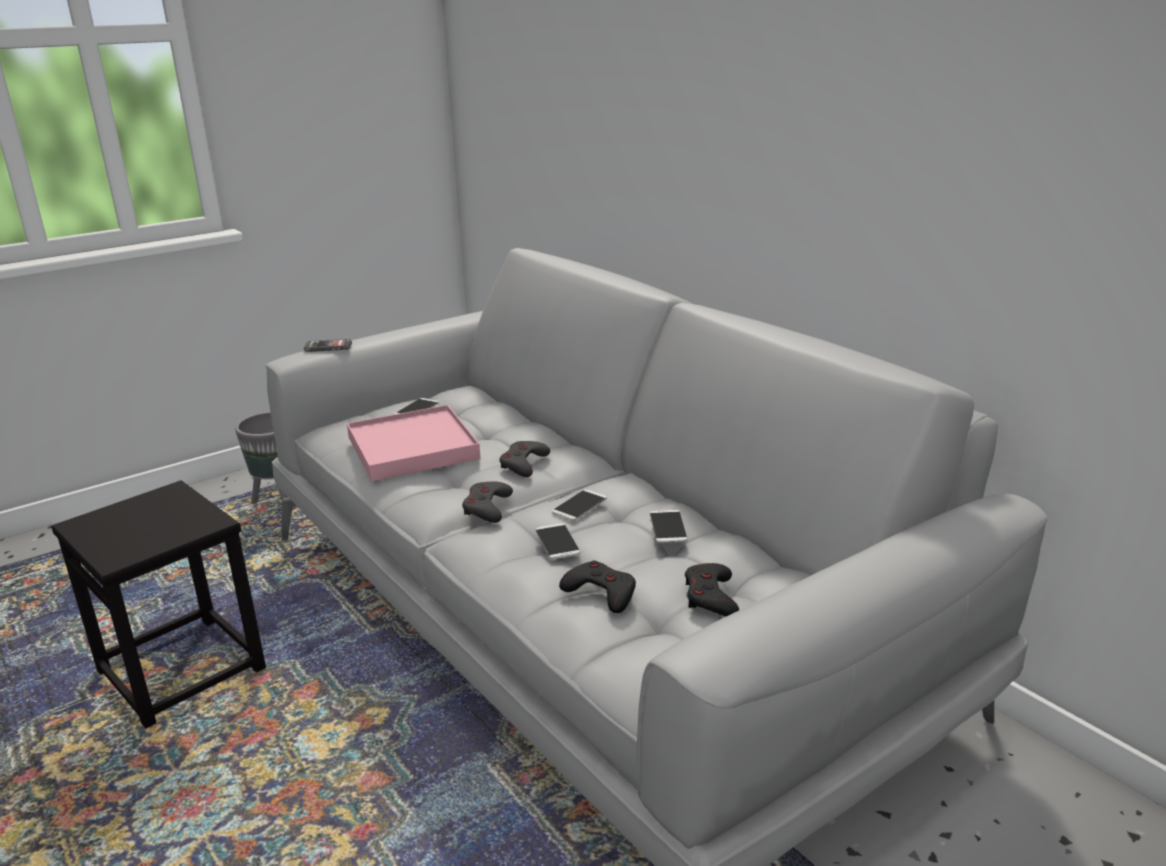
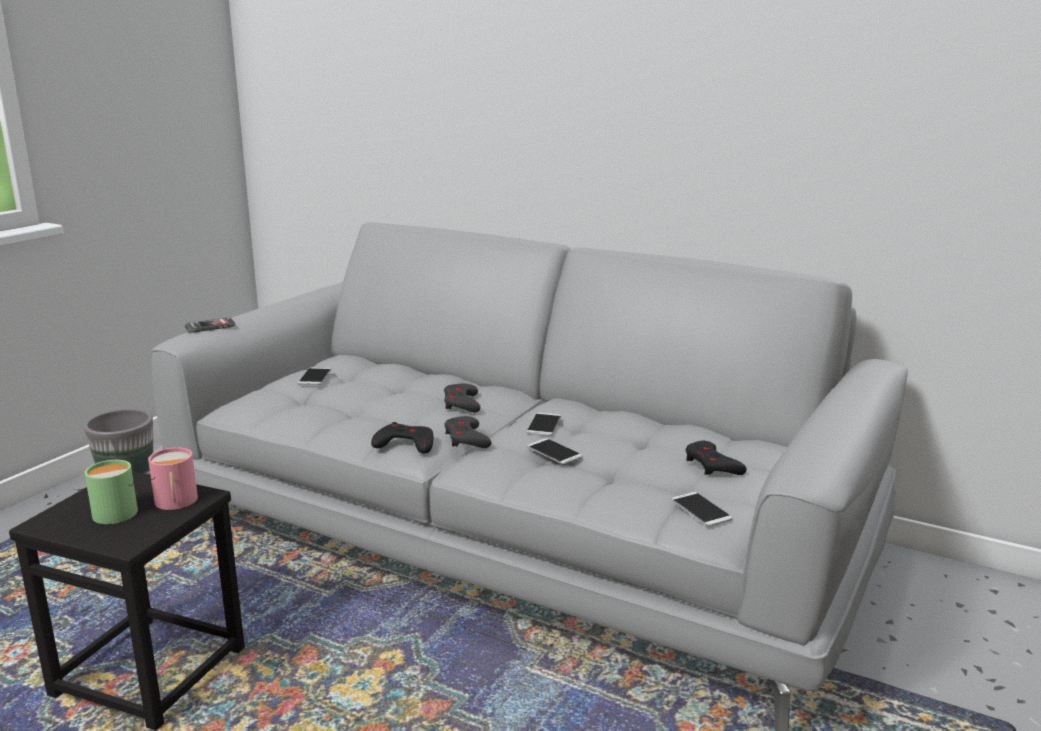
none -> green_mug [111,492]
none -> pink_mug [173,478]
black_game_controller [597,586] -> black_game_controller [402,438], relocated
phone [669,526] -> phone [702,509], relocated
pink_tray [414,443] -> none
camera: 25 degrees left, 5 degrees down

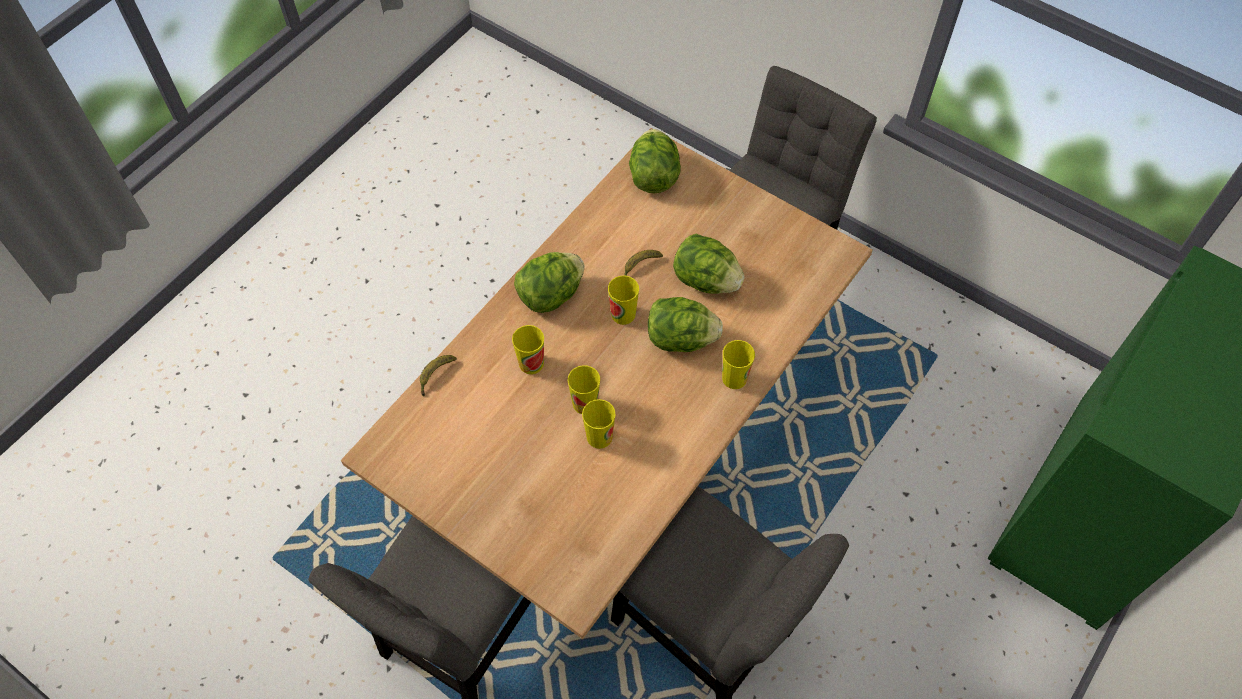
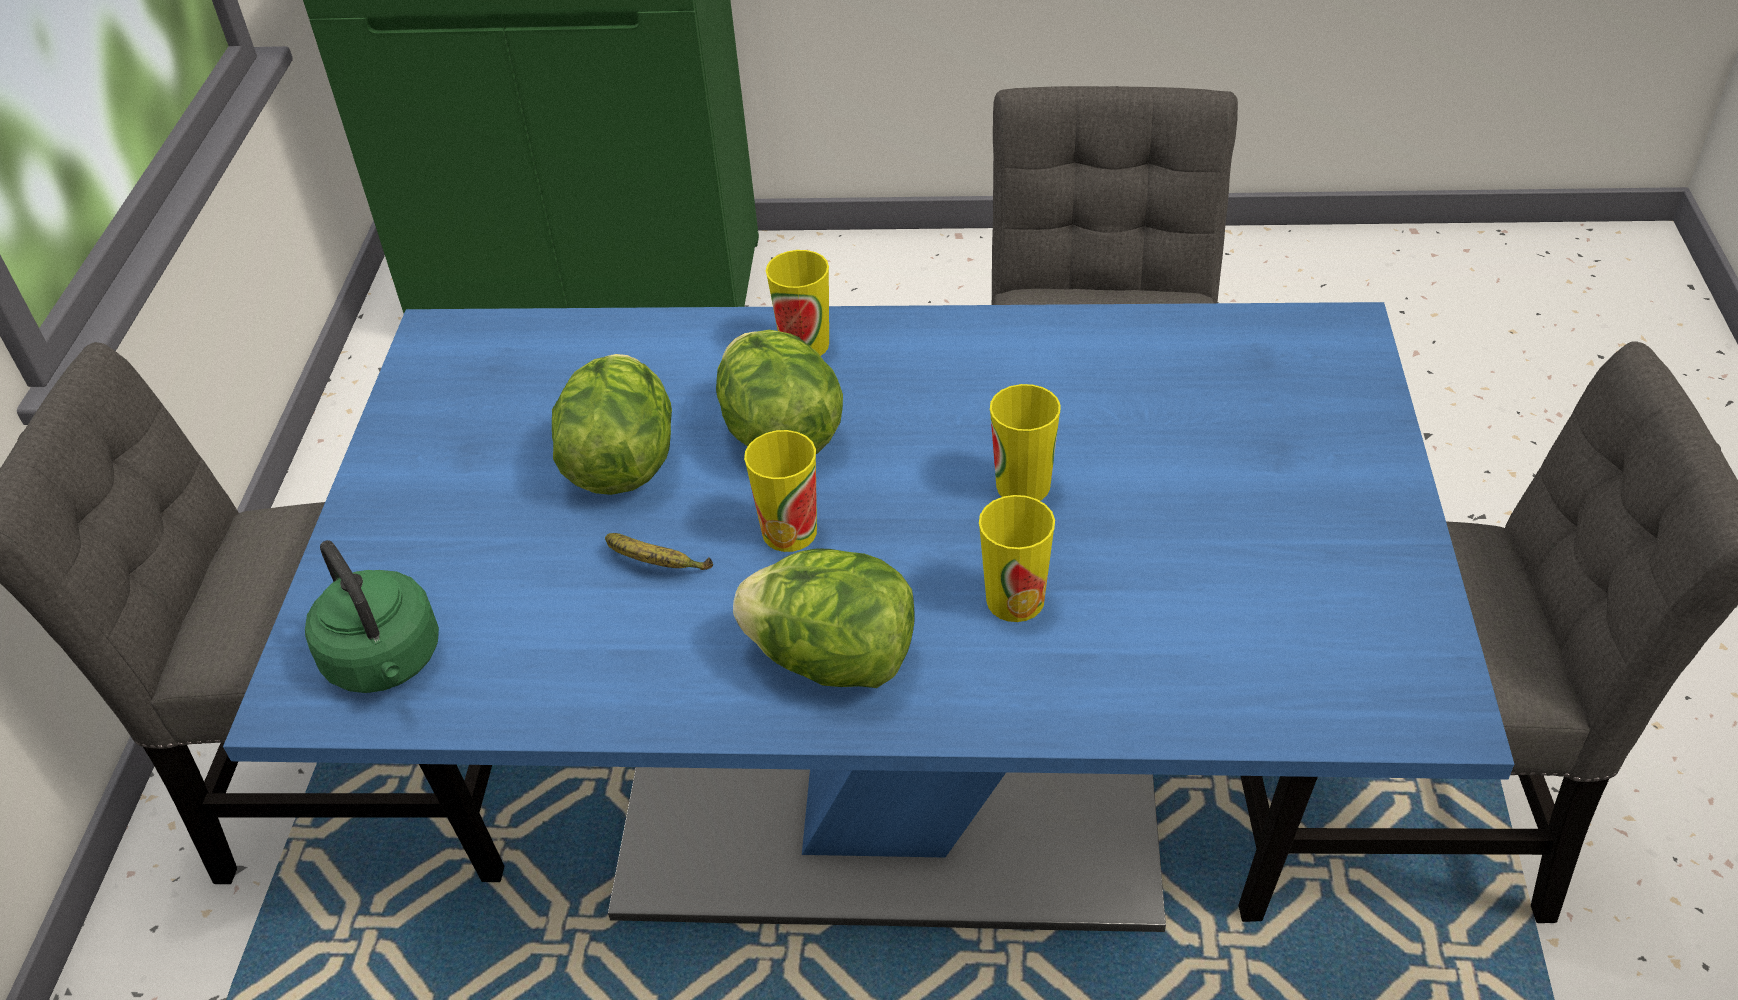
brown_dining_table [607,383] -> blue_dining_table [868,617]
lettuce [655,161] -> green_kettle [372,616]
banana [438,375] -> none
cup [599,424] -> none
camera: 120 degrees left, 15 degrees down

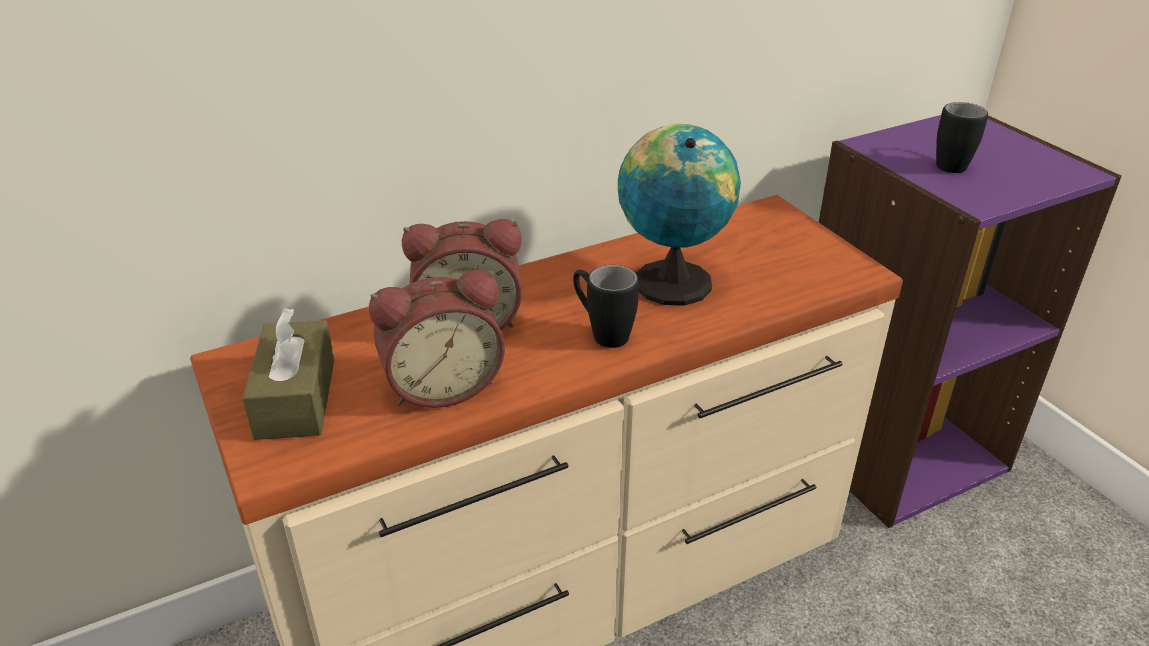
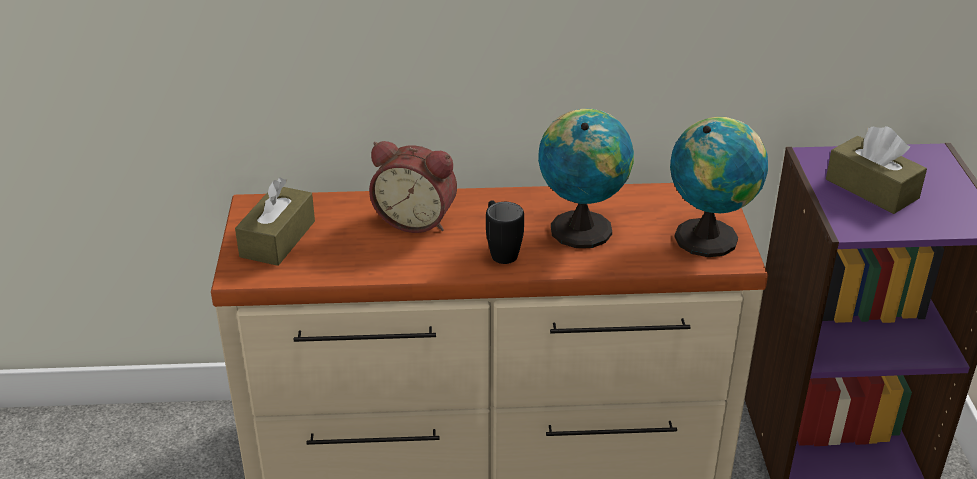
none -> globe [719,187]
black_mug [962,137] -> brown_tissue_box [876,170]
alarm_clock [437,339] -> none
camera: 25 degrees right, 0 degrees up

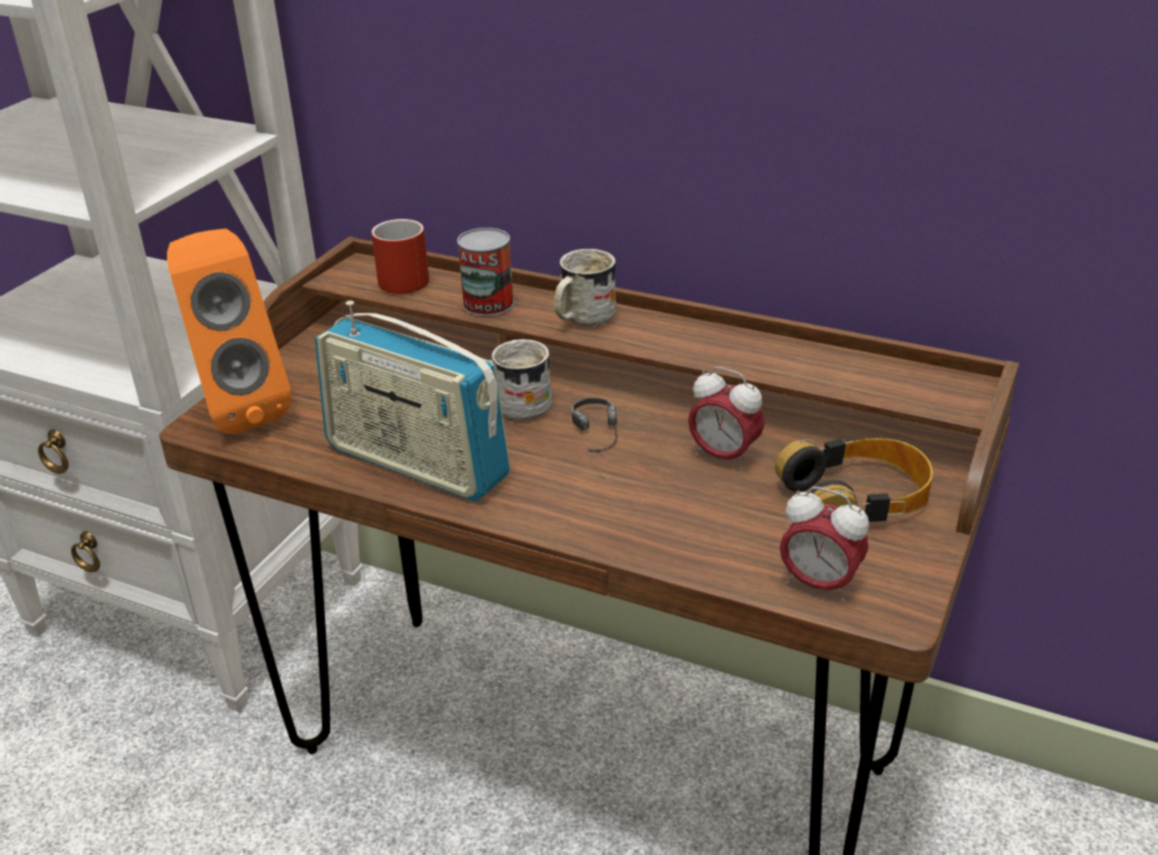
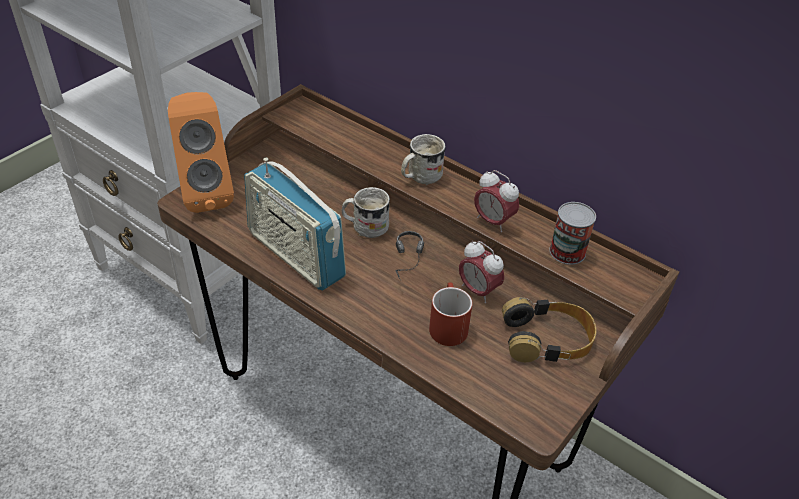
red_mug [400,256] -> red_mug [451,314], relocated
alarm_clock [824,544] -> alarm_clock [496,201], relocated
can [485,272] -> can [572,233], relocated
camera: 10 degrees right, 10 degrees up

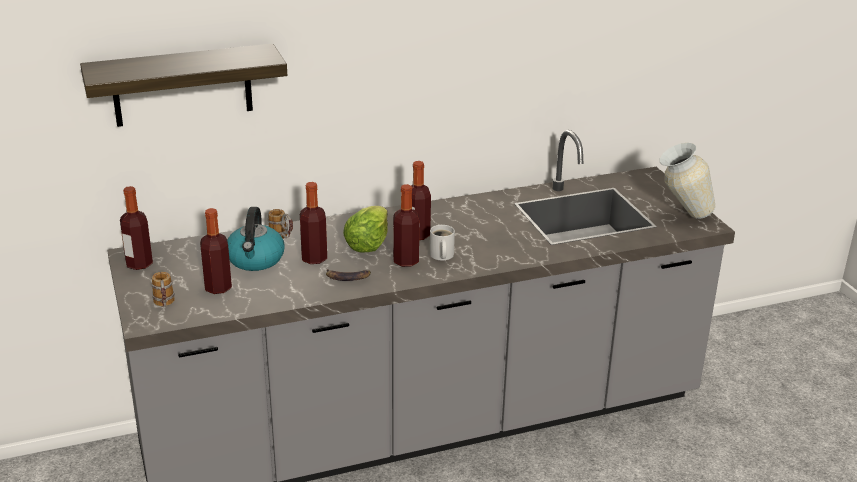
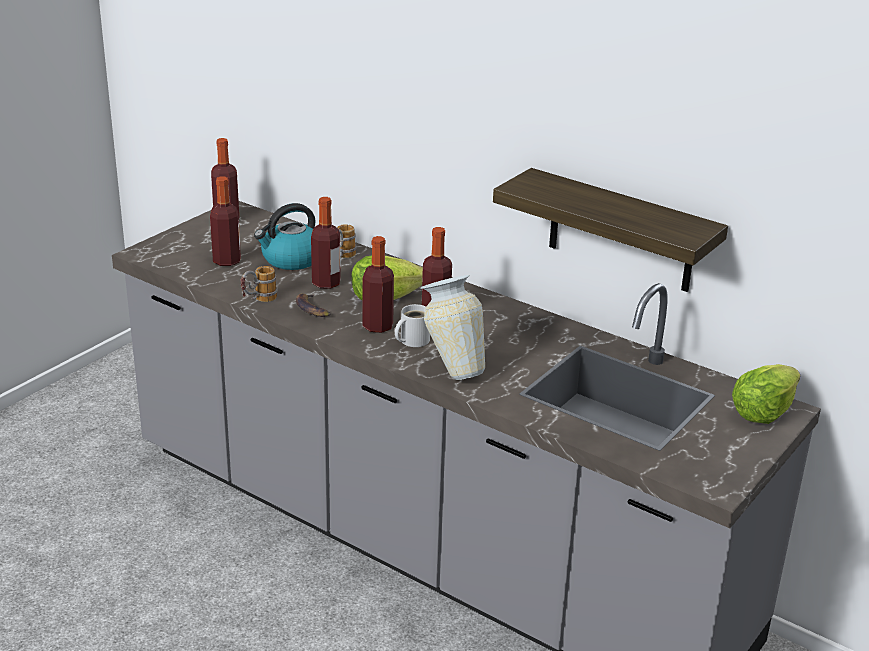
mug [163,289] -> mug [258,284], relocated
vase [687,181] -> vase [452,327], relocated
shelf [183,85] -> shelf [610,230], relocated
none -> lettuce [766,394]
camera: 55 degrees right, 0 degrees up

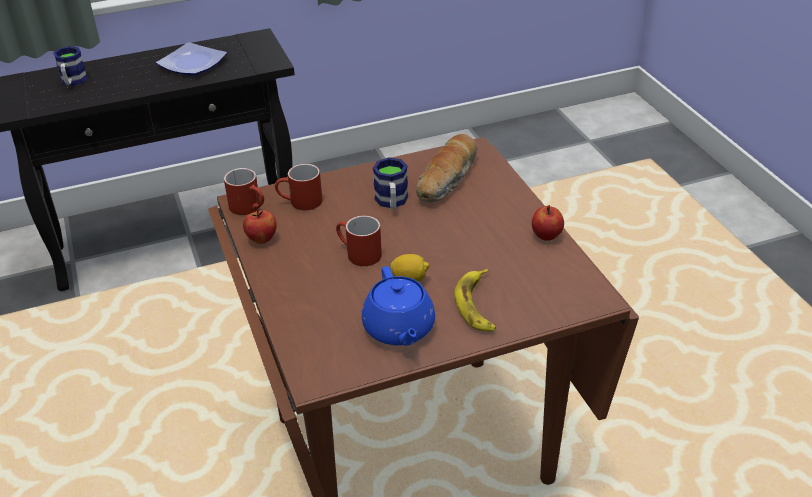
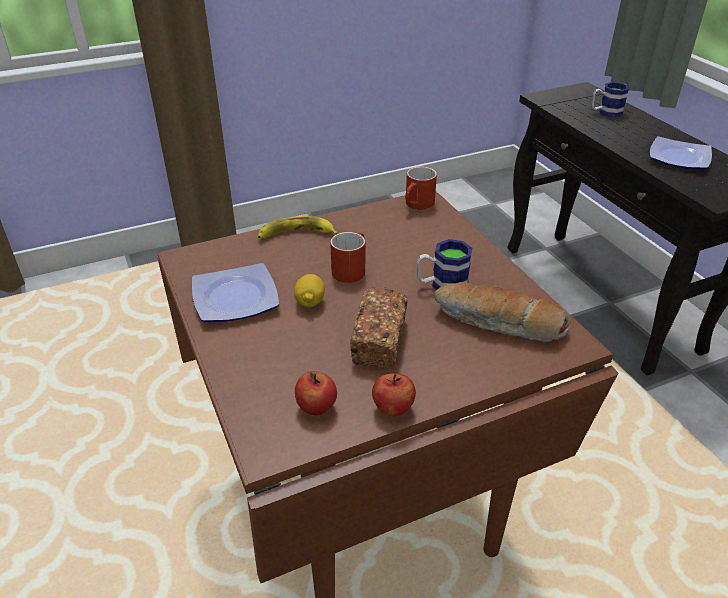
blue_teapot [398,306] -> plate [235,292]
banana [475,300] -> banana [298,227], relocated
apple [260,226] -> apple [316,393], relocated
none -> bread [379,328]
red_mug [299,187] -> none
camera: 85 degrees right, 0 degrees up

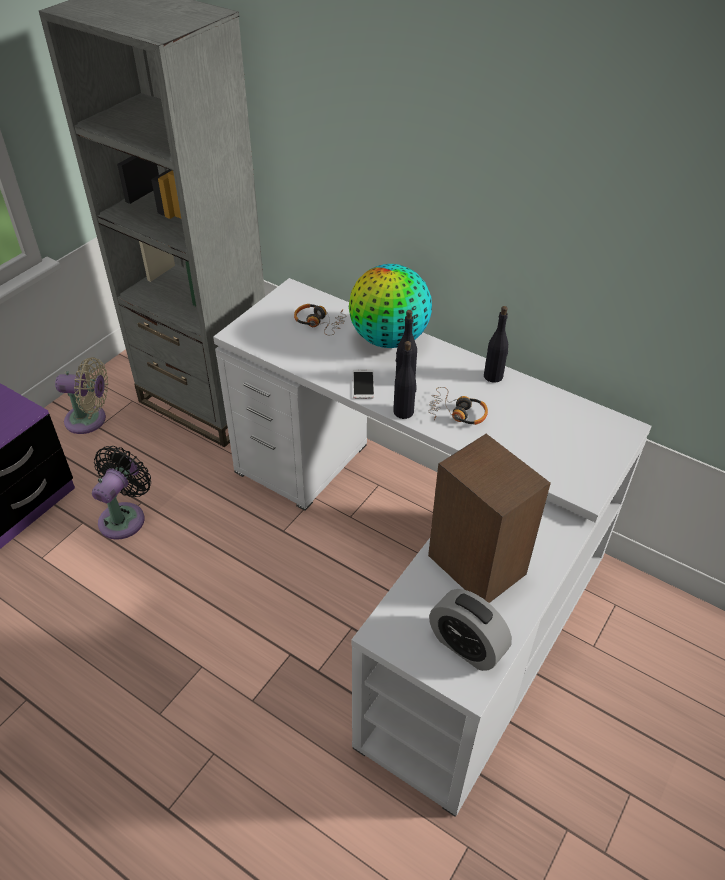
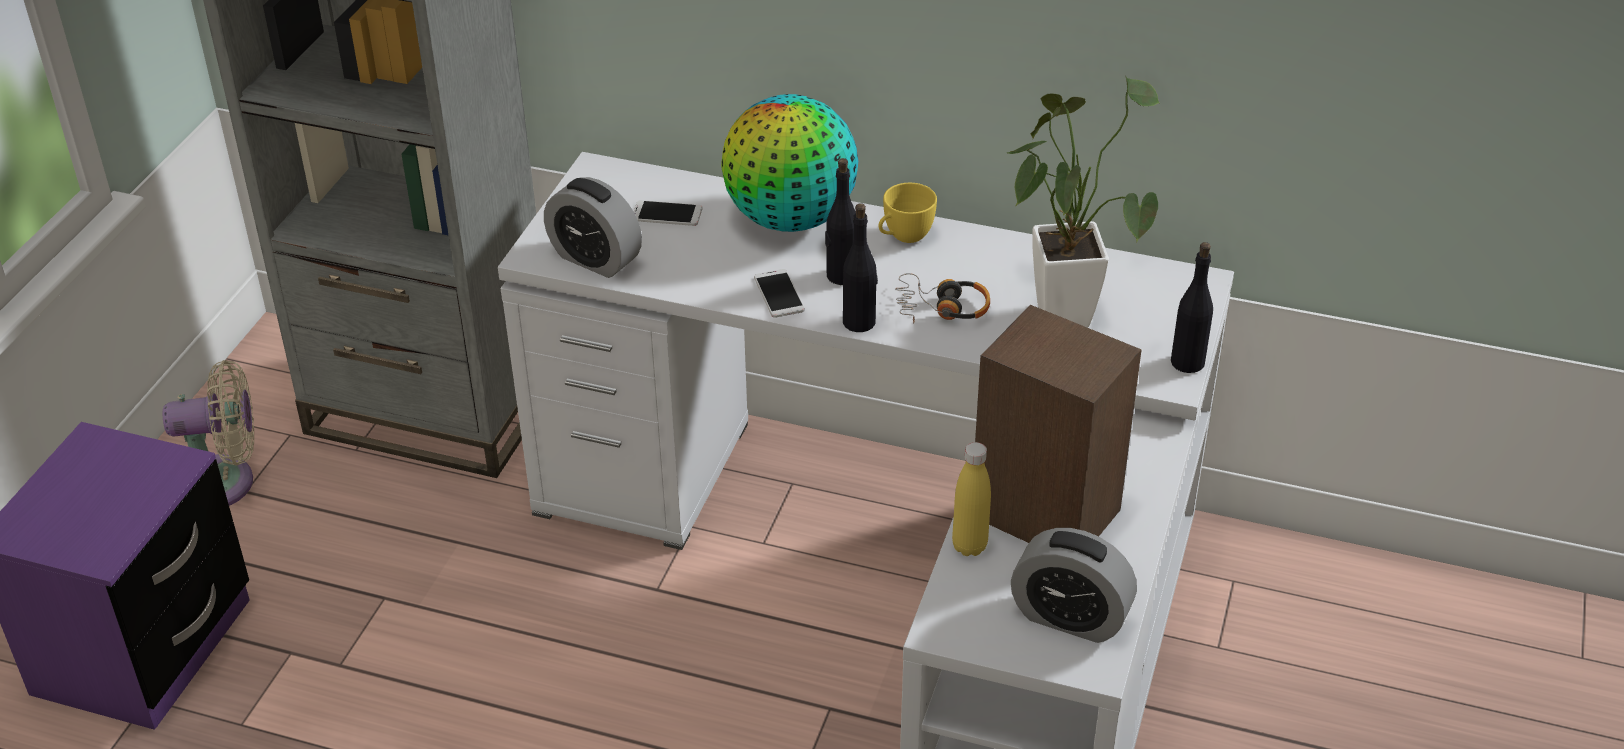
none -> alarm_clock [593,227]
headphones [320,319] -> phone [668,213]
none -> yellow_cup [907,213]
none -> yellow_bottle [971,499]
none -> potted_plant [1083,202]
black_bottle [496,344] -> black_bottle [1192,307], relocated
black_fan [121,493] -> none
camera: 15 degrees left, 5 degrees down

